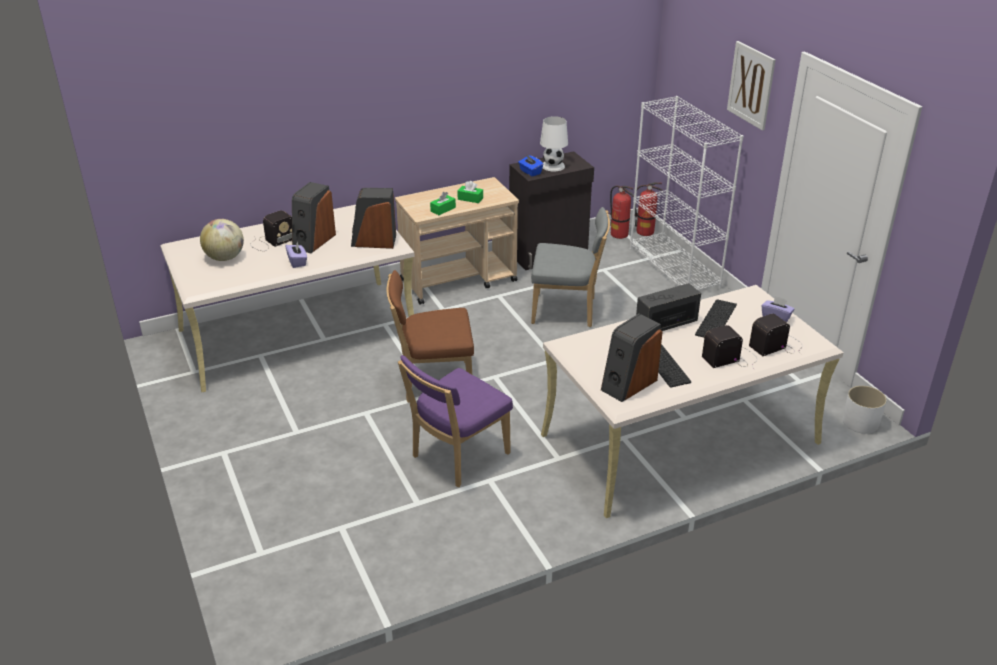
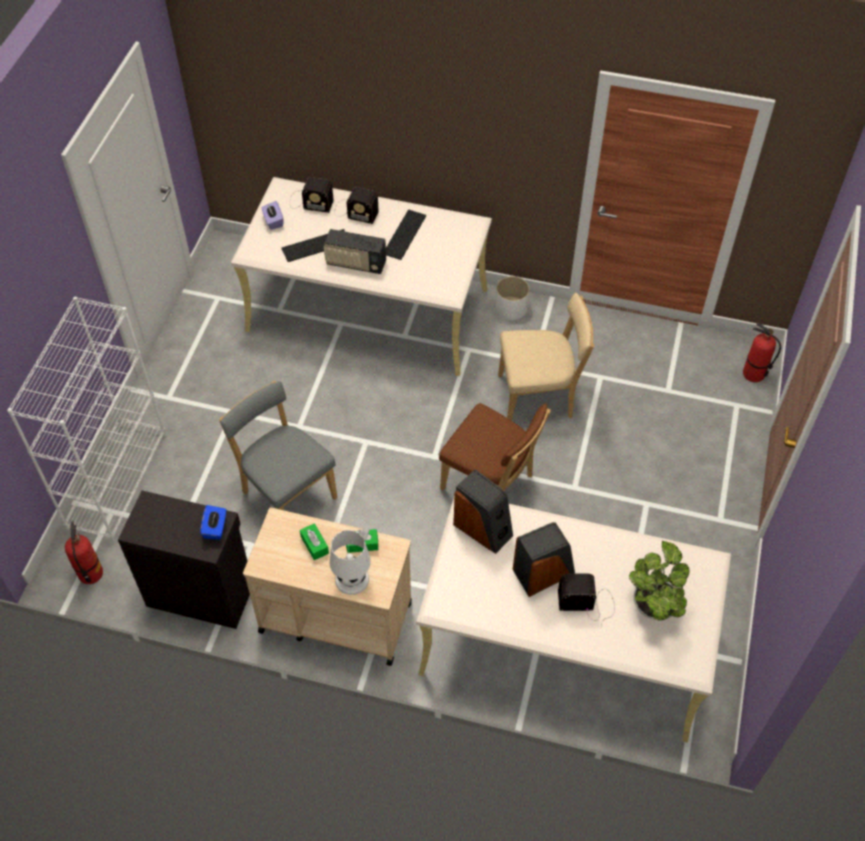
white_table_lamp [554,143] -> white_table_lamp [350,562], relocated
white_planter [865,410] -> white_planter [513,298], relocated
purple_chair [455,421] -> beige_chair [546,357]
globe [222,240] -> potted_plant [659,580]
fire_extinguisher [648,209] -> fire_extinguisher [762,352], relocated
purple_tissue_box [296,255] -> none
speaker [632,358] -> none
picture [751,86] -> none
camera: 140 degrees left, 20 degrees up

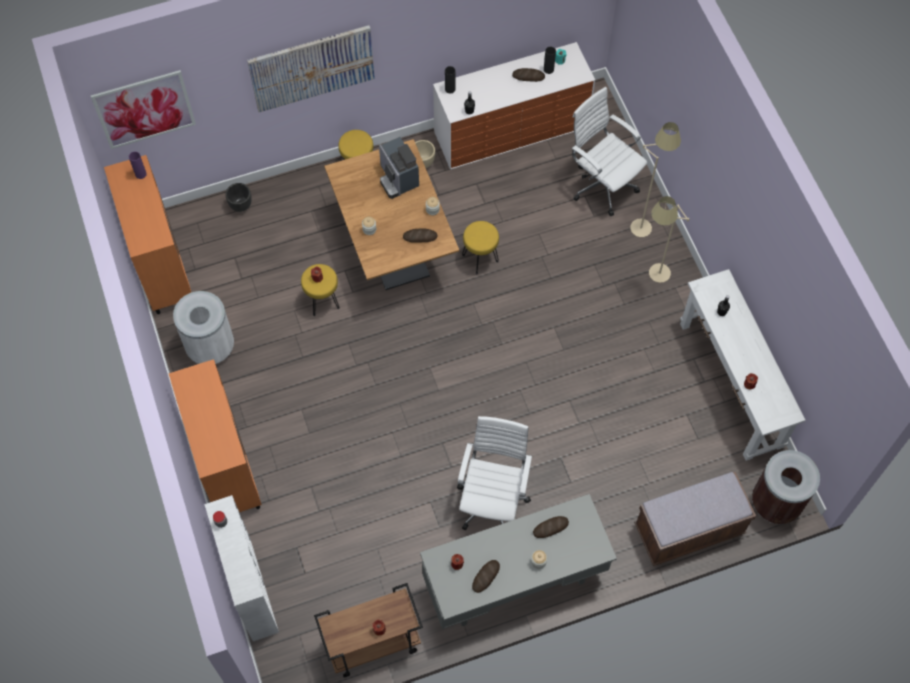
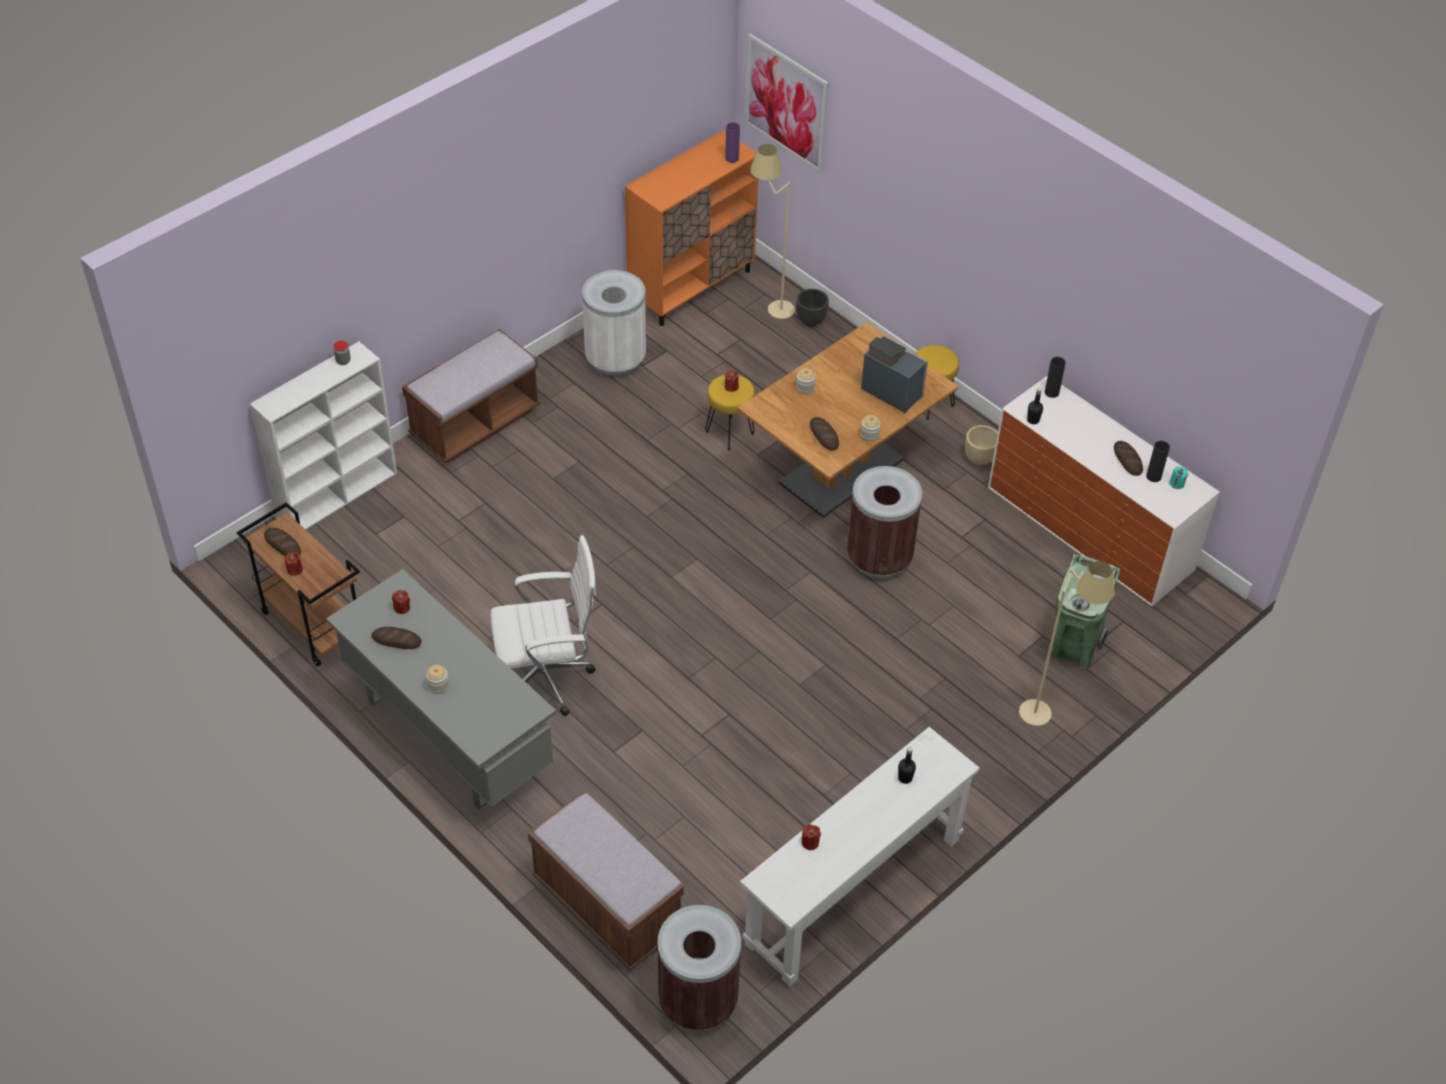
bread [551,527] -> bread [282,542], relocated
orange_cabinet [215,435] -> brown_bench [471,396]
beige_floor_lamp [669,239] -> beige_floor_lamp [772,231], relocated
yellow_stool [480,247] -> brown_trash_can [884,522]
coffee_machine [399,168] -> coffee_machine [894,374], 90 degrees clockwise
white_office_chair [609,151] -> green_trash_can [1085,611]
picture [311,68] -> none
camera: 65 degrees right, 15 degrees down

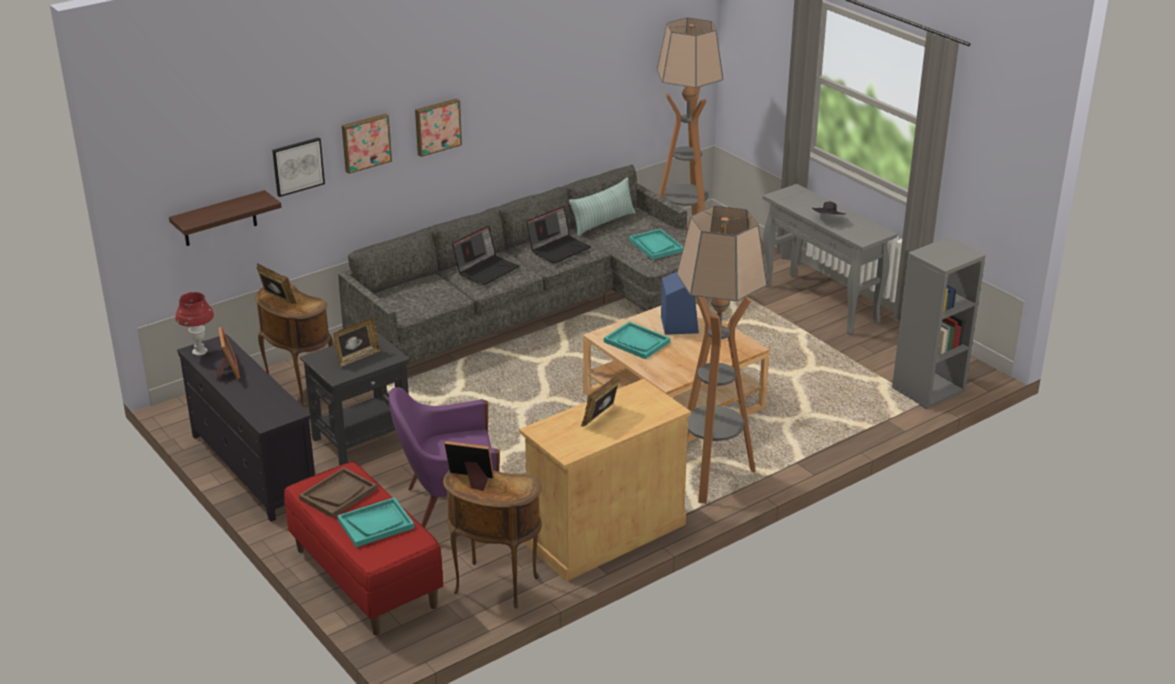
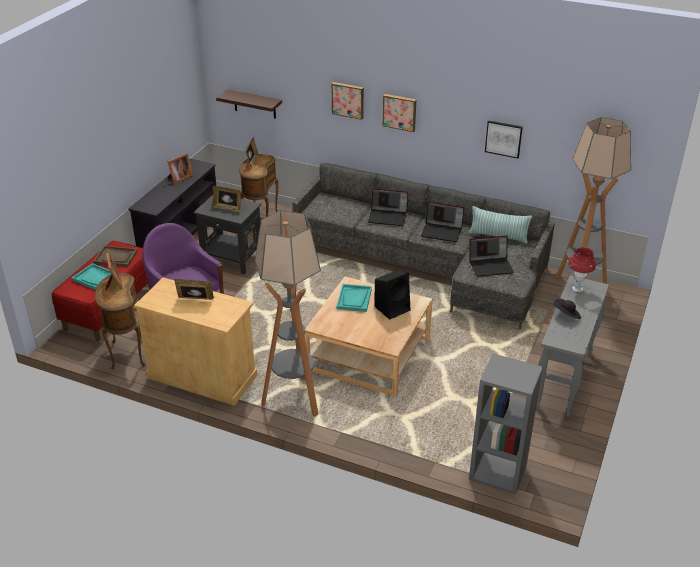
blue_speaker [680,303] -> black_speaker [392,295]
turquoise_tray [656,244] -> laptop [492,256]
picture [298,167] -> picture [504,139], relocated
red_table_lamp [195,324] -> red_table_lamp [582,269], relocated
camera: 60 degrees right, 5 degrees up

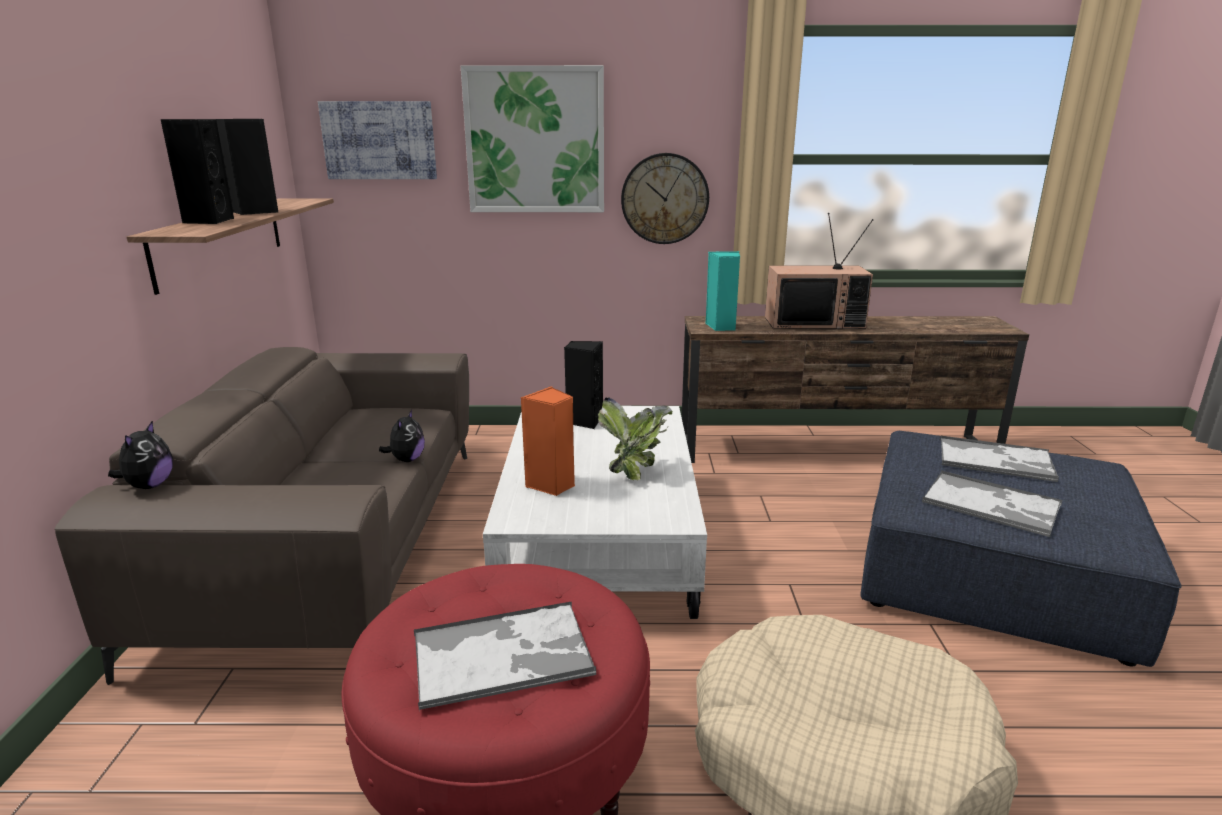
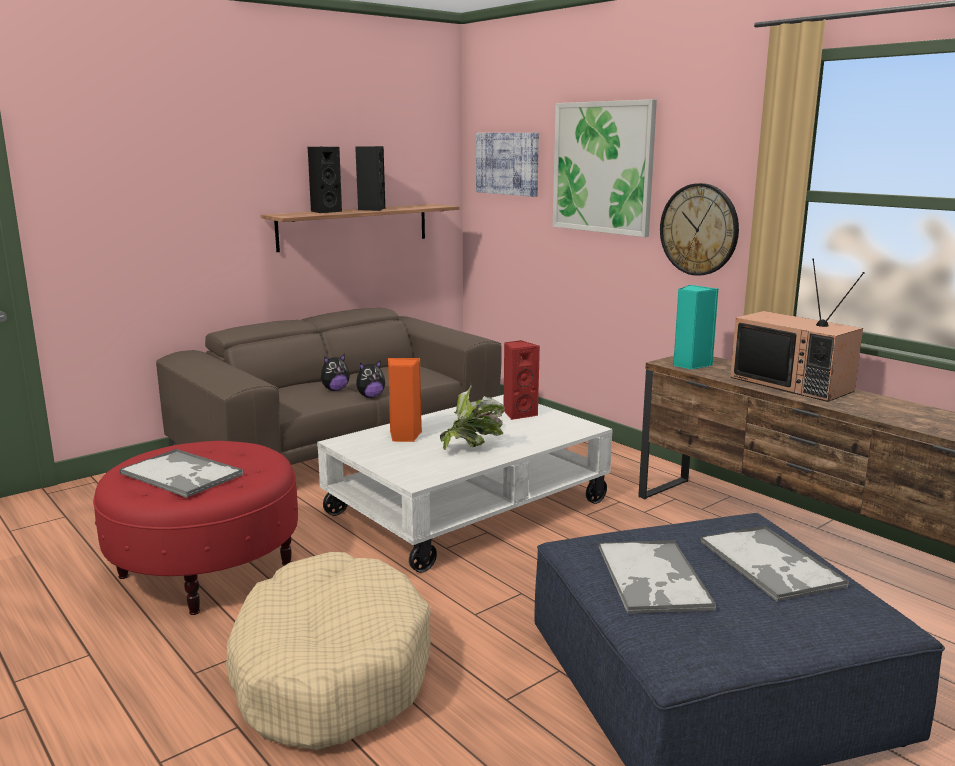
plush_toy [140,454] -> plush_toy [335,372], relocated
black_speaker [583,385] -> red_speaker [522,380]
camera: 50 degrees right, 5 degrees down

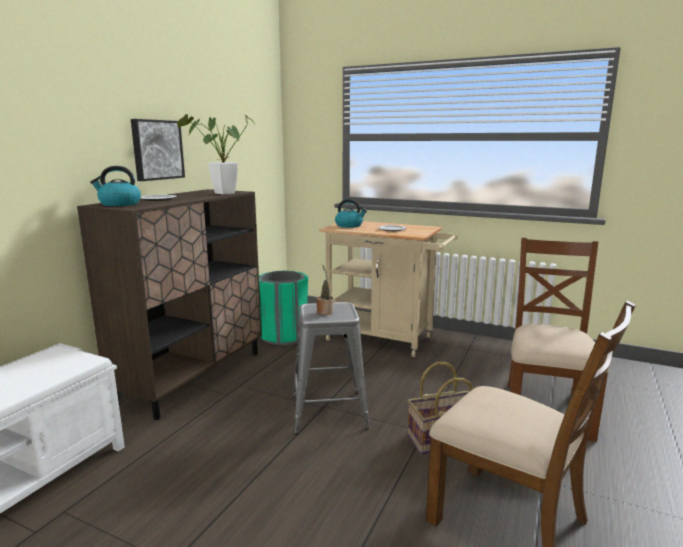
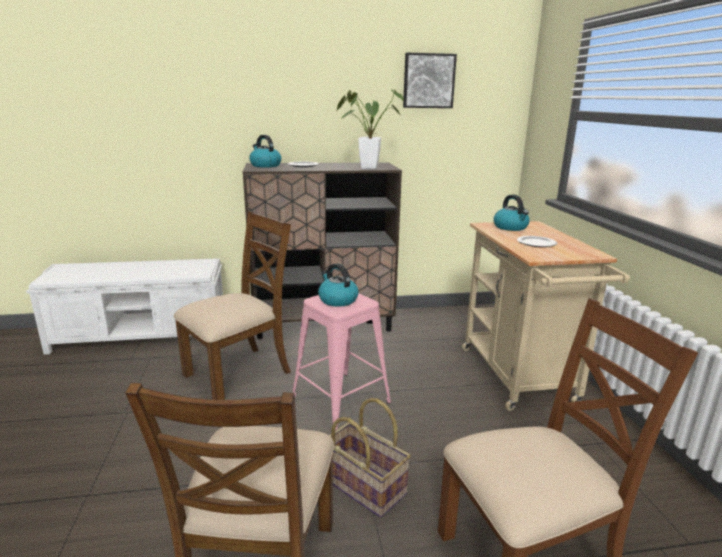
none -> brown_chair [232,305]
grey_stool [331,368] -> pink_stool [342,361]
potted_plant [325,289] -> kettle [338,285]
picture [158,150] -> picture [430,80], relocated
green_trash_can [283,308] -> none
camera: 55 degrees right, 5 degrees up

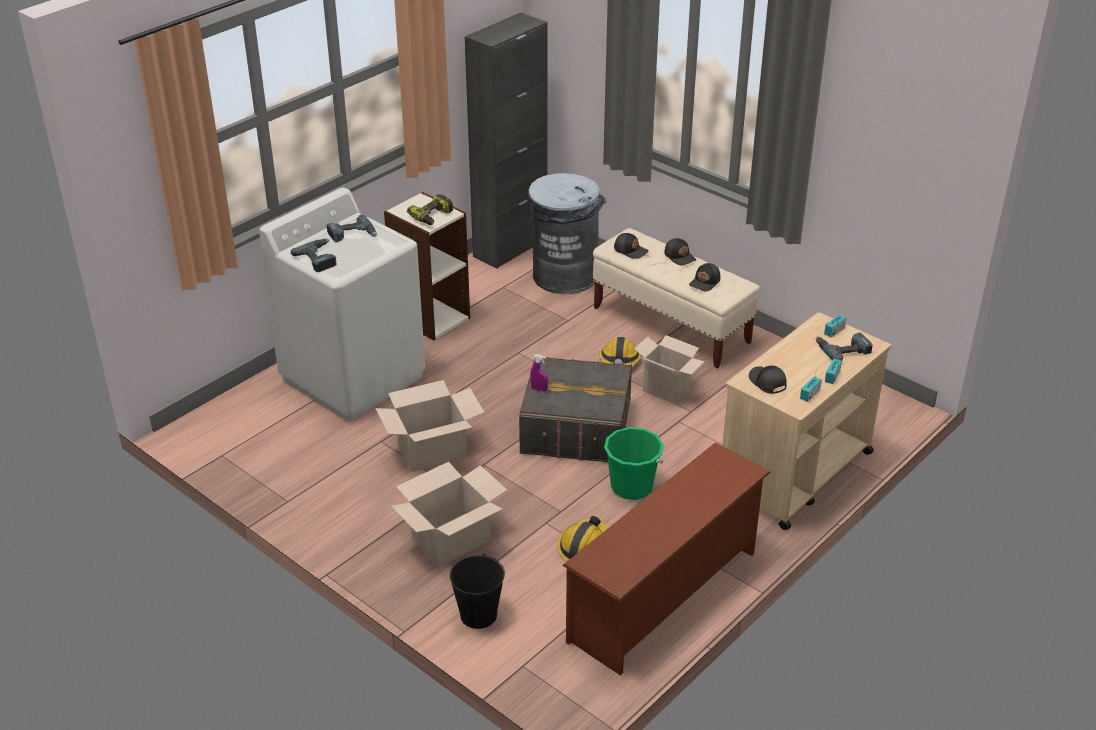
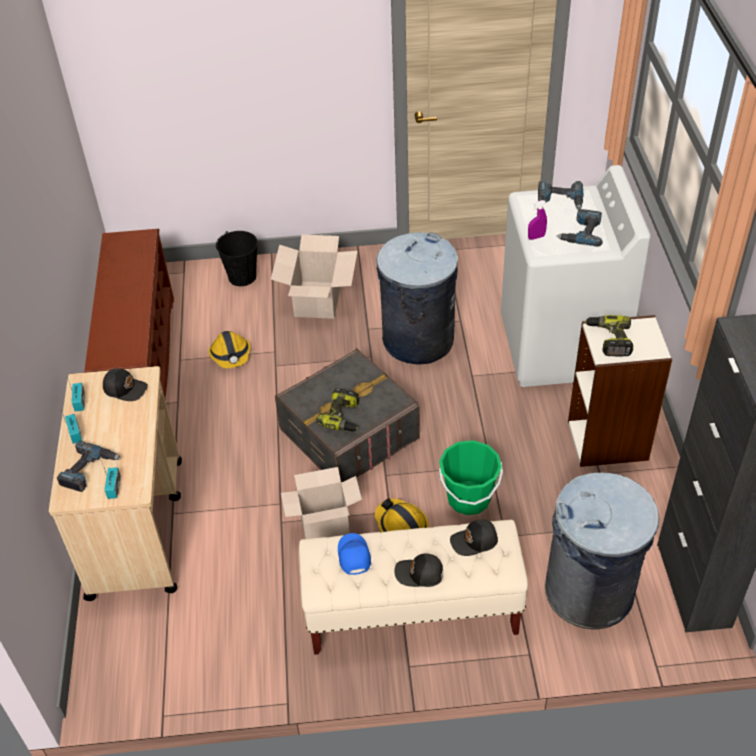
none -> power_drill [337,410]
black_cap [704,277] -> blue_cap [354,554]
cardboard_box [430,426] -> grey_trash_can [417,298]
green_bucket [634,463] -> green_bucket [471,477], relocated
purple_spray_bottle [539,373] -> purple_spray_bottle [537,220], relocated
camera: 135 degrees right, 10 degrees up

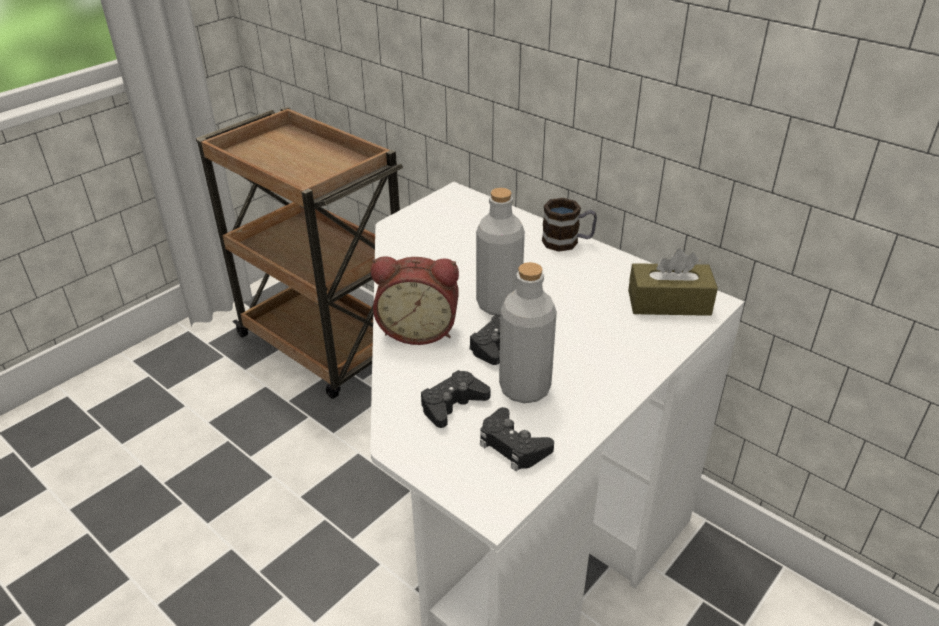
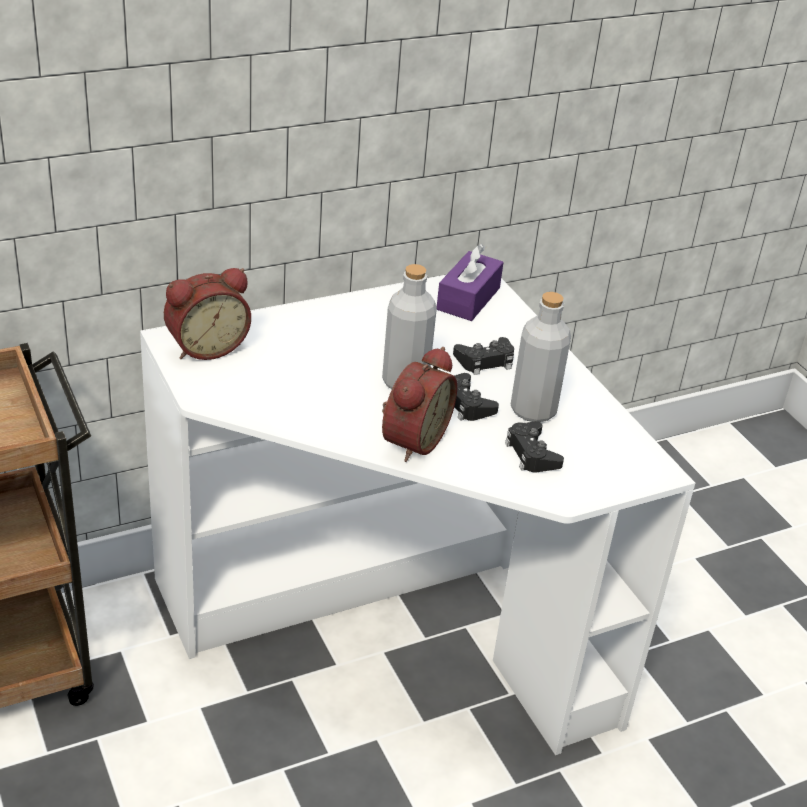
none -> alarm_clock [207,314]
brown_tissue_box [673,282] -> purple_tissue_box [470,282]
black_game_controller [517,439] -> black_game_controller [483,356], relocated
mug [569,225] -> none
camera: 70 degrees left, 0 degrees up

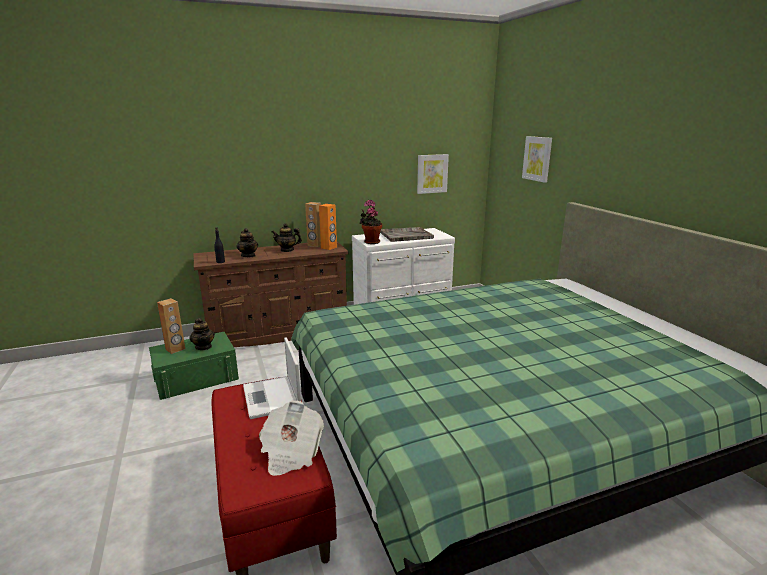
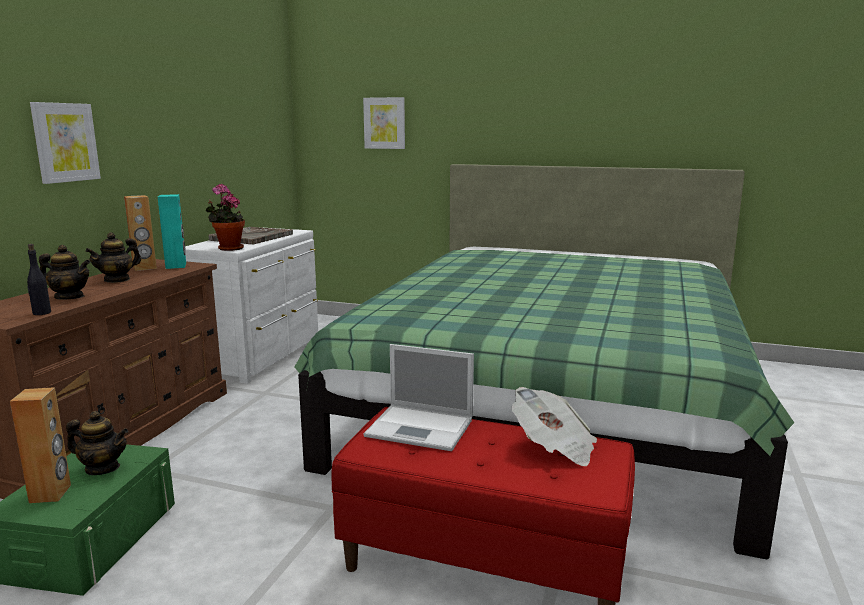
picture [433,174] -> picture [65,143], relocated
orange_speaker [328,227] -> turquoise_speaker [172,231]
camera: 50 degrees left, 5 degrees down

